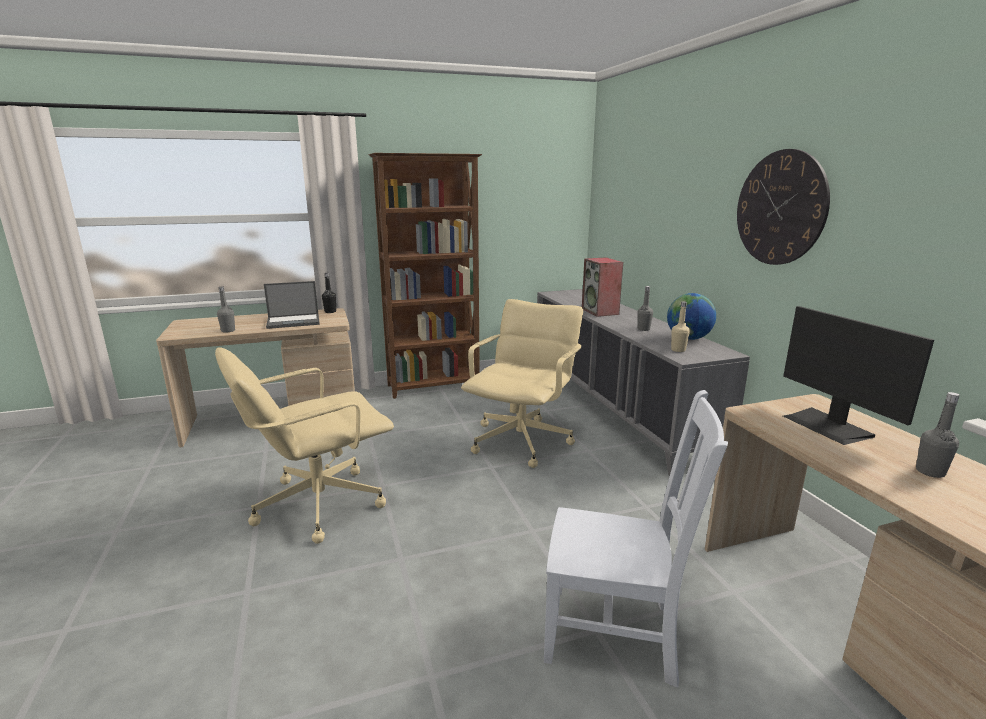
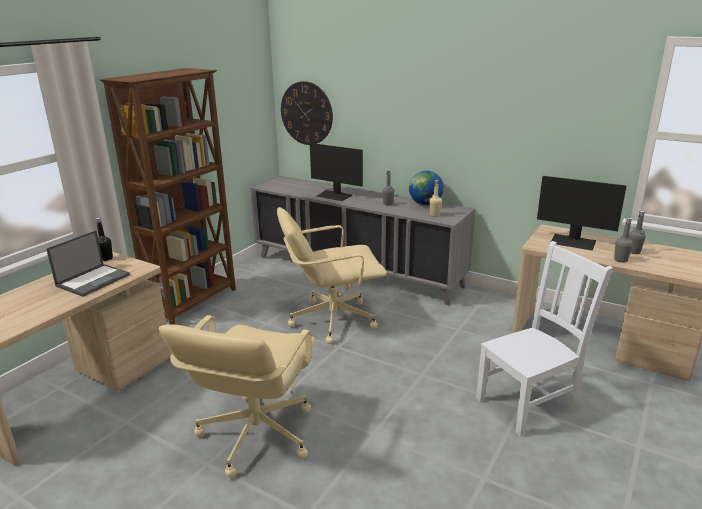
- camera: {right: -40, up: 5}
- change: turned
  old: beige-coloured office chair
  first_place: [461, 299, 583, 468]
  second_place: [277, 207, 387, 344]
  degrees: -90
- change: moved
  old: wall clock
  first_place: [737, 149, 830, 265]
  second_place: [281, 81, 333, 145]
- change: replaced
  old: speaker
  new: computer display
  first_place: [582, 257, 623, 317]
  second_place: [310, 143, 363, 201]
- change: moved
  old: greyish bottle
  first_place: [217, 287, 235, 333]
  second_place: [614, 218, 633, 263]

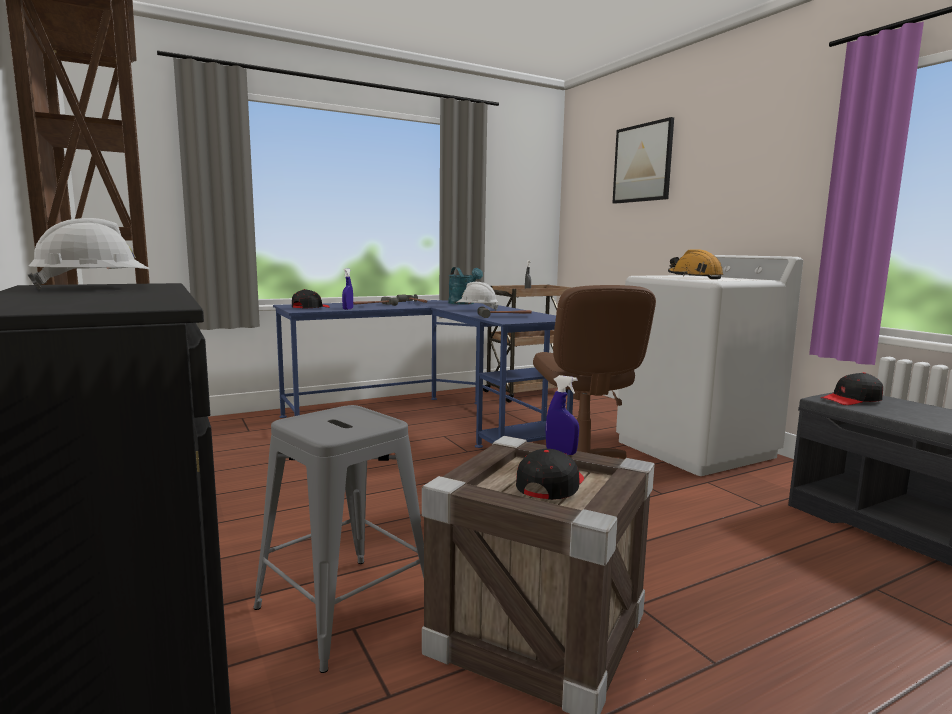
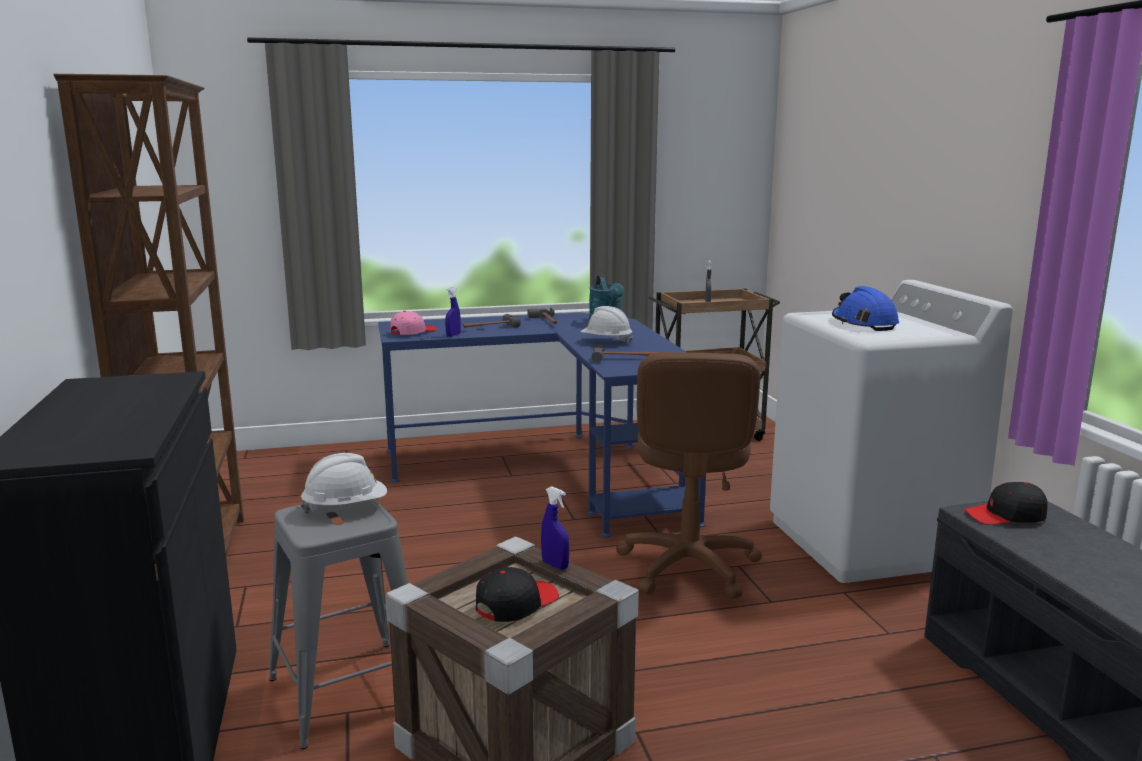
- camera: {right: 15, up: 5}
- change: moved
  old: whitish hard hat
  first_place: [28, 218, 150, 289]
  second_place: [300, 453, 387, 514]
- change: recoloured
  old: black peaked cap
  new: pink-coloured peaked cap
  first_place: [292, 289, 329, 308]
  second_place: [390, 311, 436, 335]
- change: recoloured
  old: orange hard hat
  new: bluish hard hat
  first_place: [668, 249, 723, 279]
  second_place: [832, 286, 899, 331]
- change: removed
  old: wall art
  first_place: [612, 117, 674, 204]

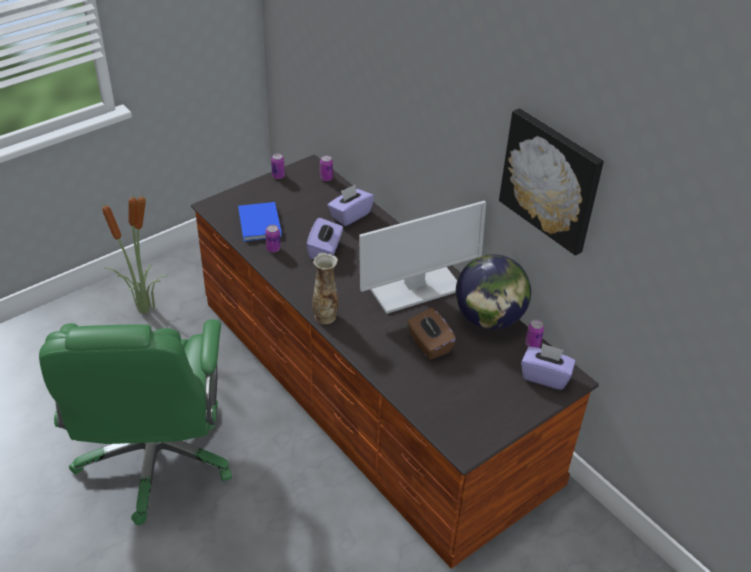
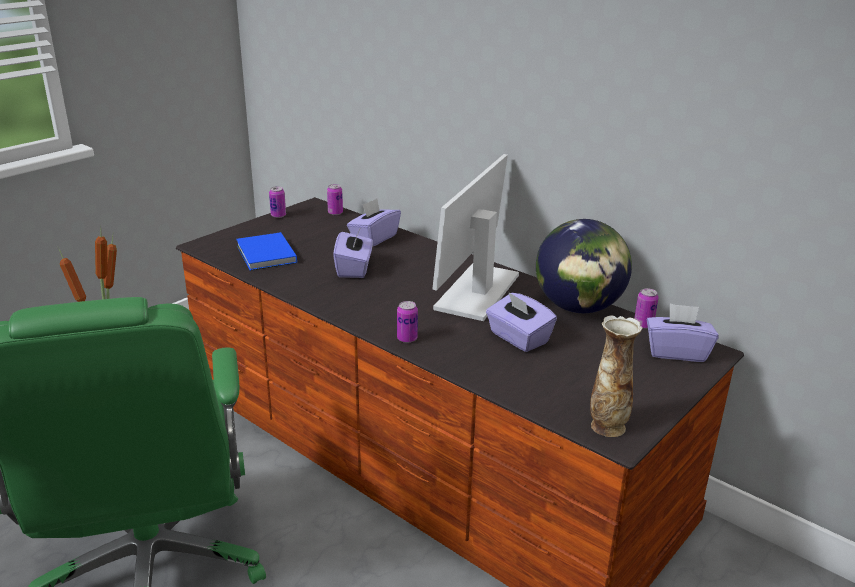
- camera: {right: -10, up: -15}
- change: moved
  old: metal can
  first_place: [265, 225, 281, 252]
  second_place: [397, 301, 418, 343]
- change: turned
  old: computer display
  first_place: [359, 200, 486, 314]
  second_place: [432, 154, 519, 321]
  degrees: 150
- change: recoloured
  old: brown tissue holder
  new: purplish tissue holder
  first_place: [407, 308, 456, 360]
  second_place: [486, 292, 557, 352]
- change: moved
  old: decorative vase
  first_place: [312, 253, 338, 324]
  second_place: [590, 316, 643, 437]
- change: removed
  old: wall art
  first_place: [499, 108, 604, 256]

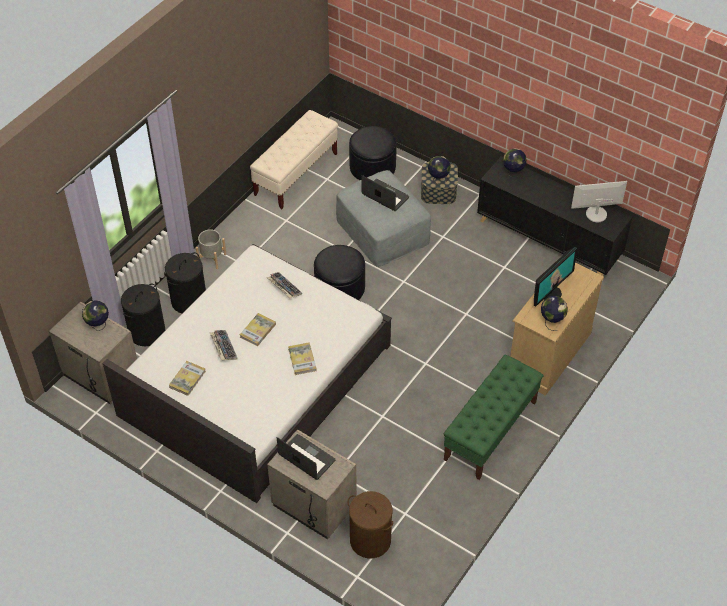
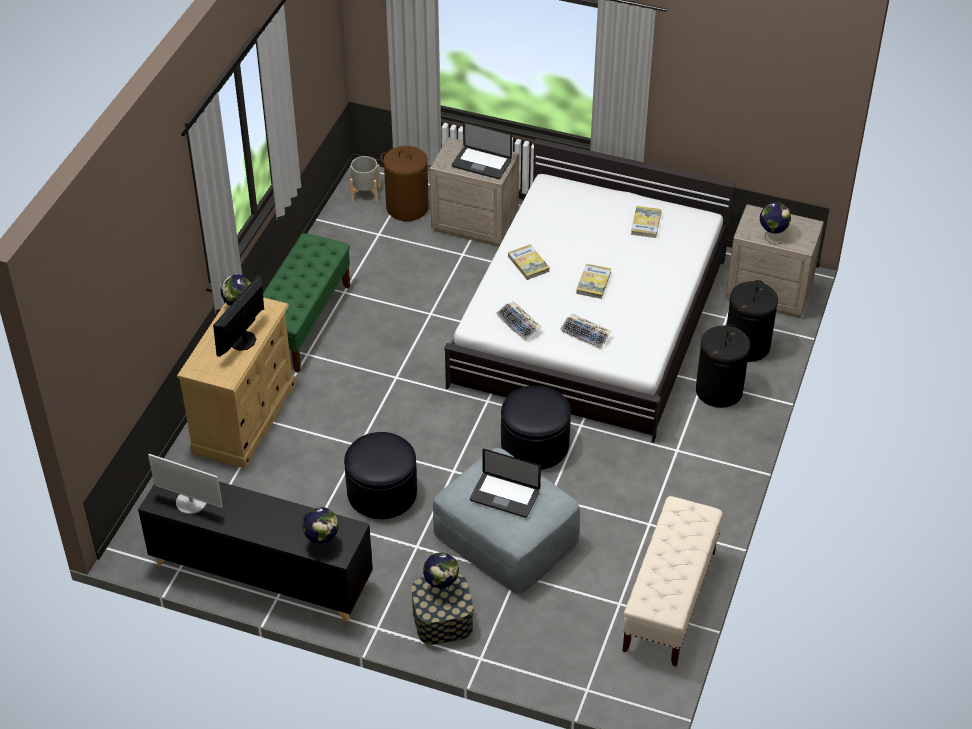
- camera: {right: 165, up: -5}
- change: turned
  old: computer display
  first_place: [571, 181, 627, 222]
  second_place: [148, 454, 223, 514]
  degrees: 45
- change: moved
  old: black pouffe
  first_place: [349, 126, 397, 180]
  second_place: [344, 432, 417, 519]
- change: moved
  old: greyish flower pot
  first_place: [196, 229, 226, 269]
  second_place: [350, 156, 381, 203]
- change: moved
  old: PC keyboard
  first_place: [210, 330, 237, 360]
  second_place: [497, 301, 541, 341]

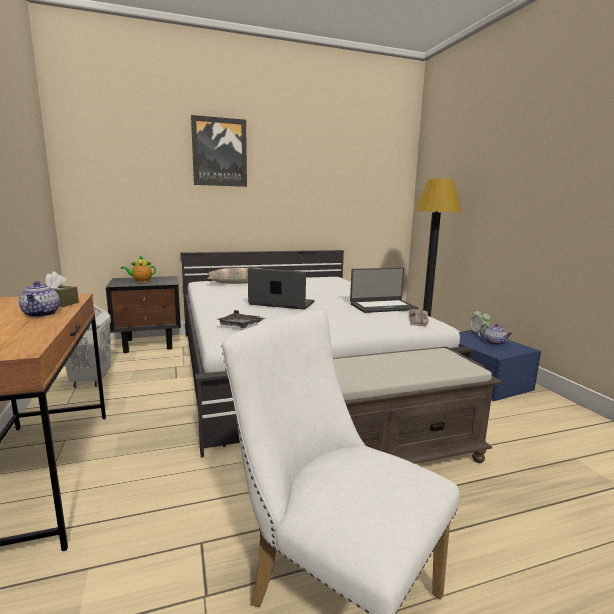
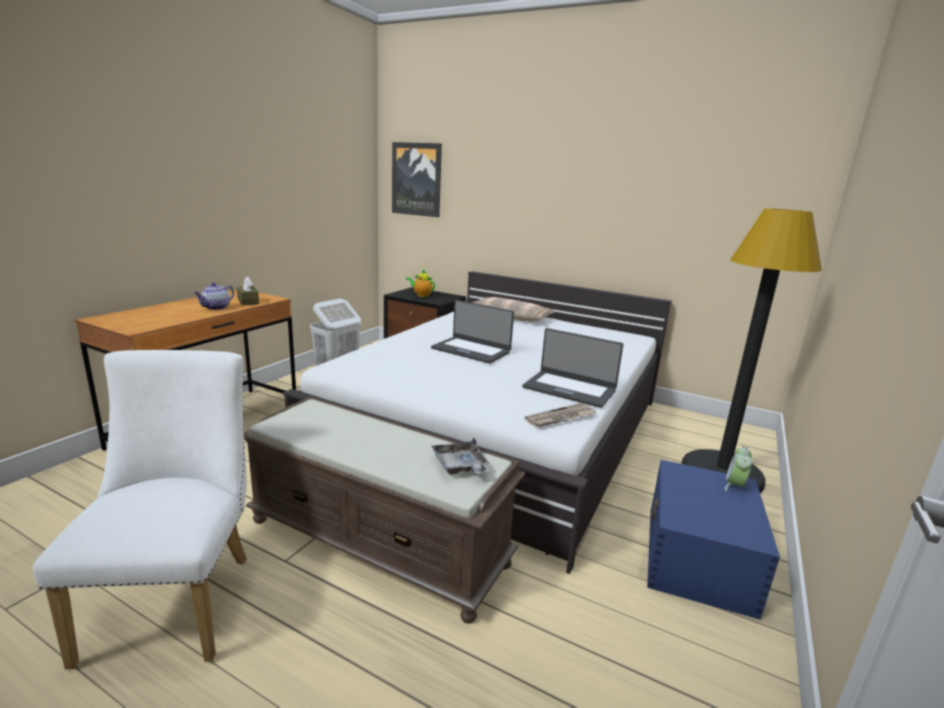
- camera: {right: 45, up: 5}
- change: moved
  old: wall art
  first_place: [191, 115, 247, 187]
  second_place: [392, 142, 442, 217]
- change: turned
  old: portable computer
  first_place: [248, 268, 314, 310]
  second_place: [431, 300, 514, 363]
  degrees: 150
- change: moved
  old: greyish carrying tray
  first_place: [217, 310, 266, 328]
  second_place: [431, 437, 491, 475]
- change: removed
  old: pot for tea
  first_place: [481, 324, 512, 345]

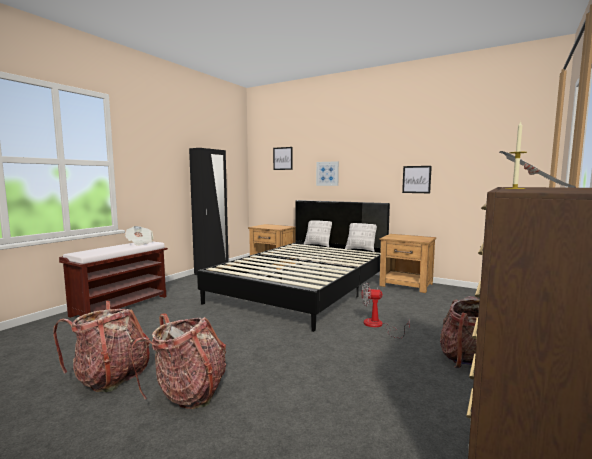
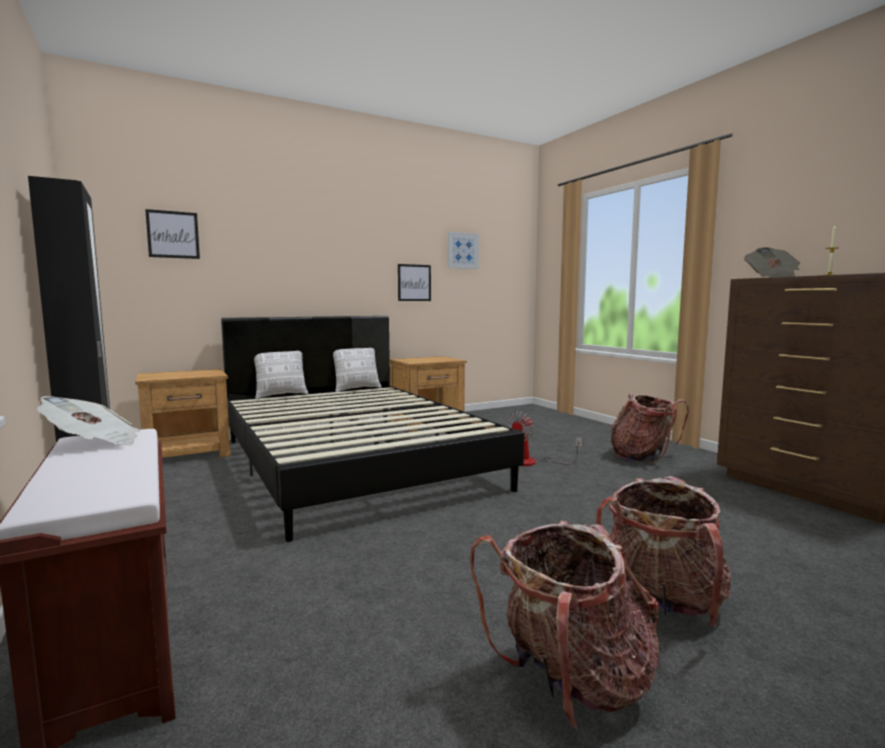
- camera: {right: -60, up: 0}
- change: moved
  old: wall art
  first_place: [316, 161, 339, 186]
  second_place: [448, 232, 479, 269]

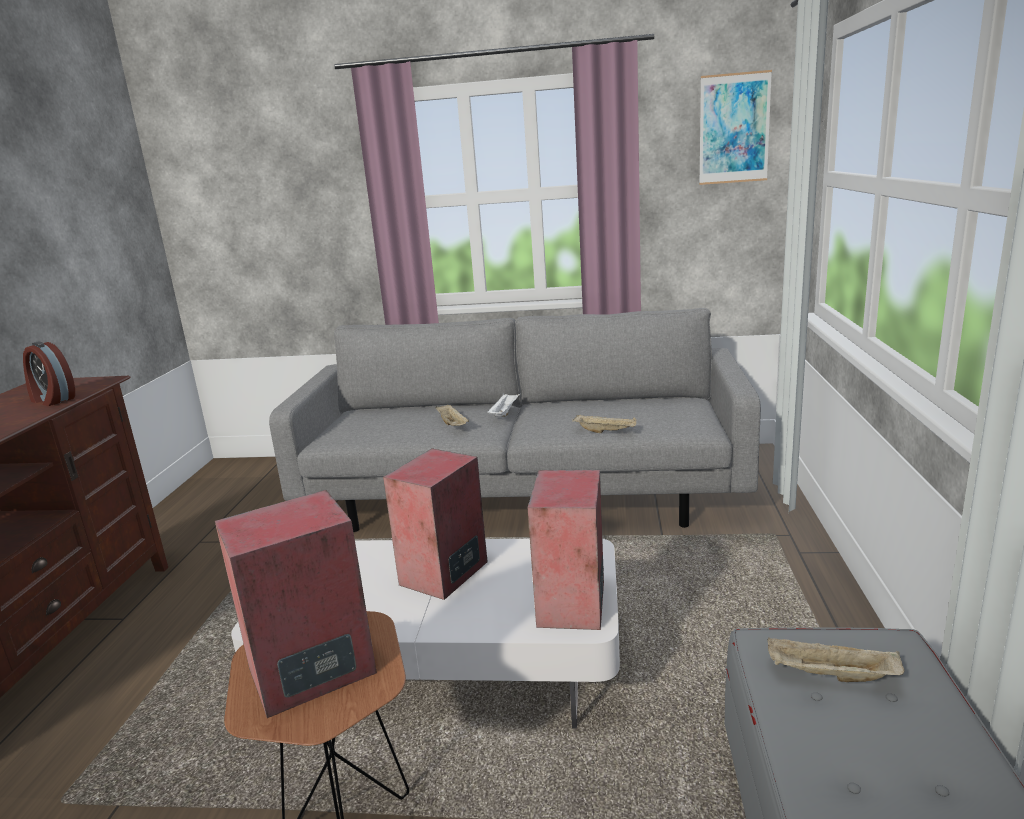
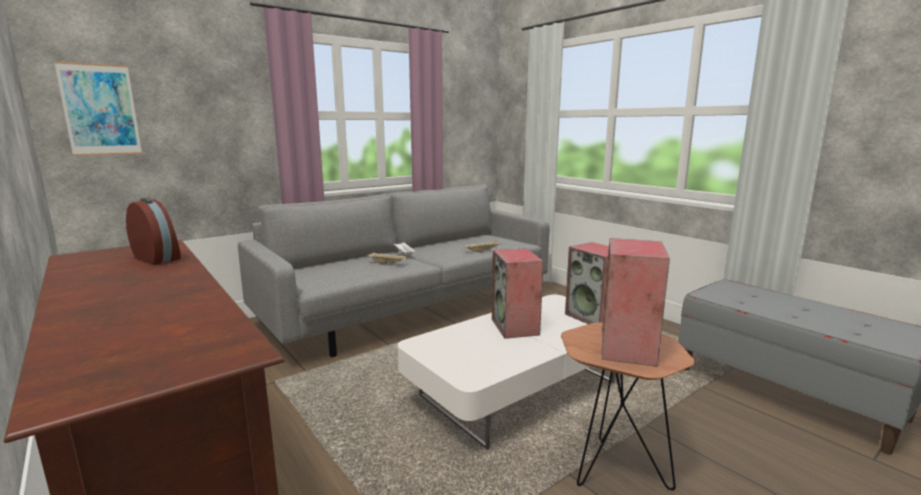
- camera: {right: -45, up: -5}
- change: moved
  old: wall art
  first_place: [699, 70, 772, 185]
  second_place: [54, 61, 142, 156]
- change: turned
  old: bedside clock
  first_place: [23, 342, 75, 406]
  second_place: [126, 198, 181, 265]
  degrees: -135
- change: removed
  old: beige-coloured carrying tray
  first_place: [767, 638, 904, 682]

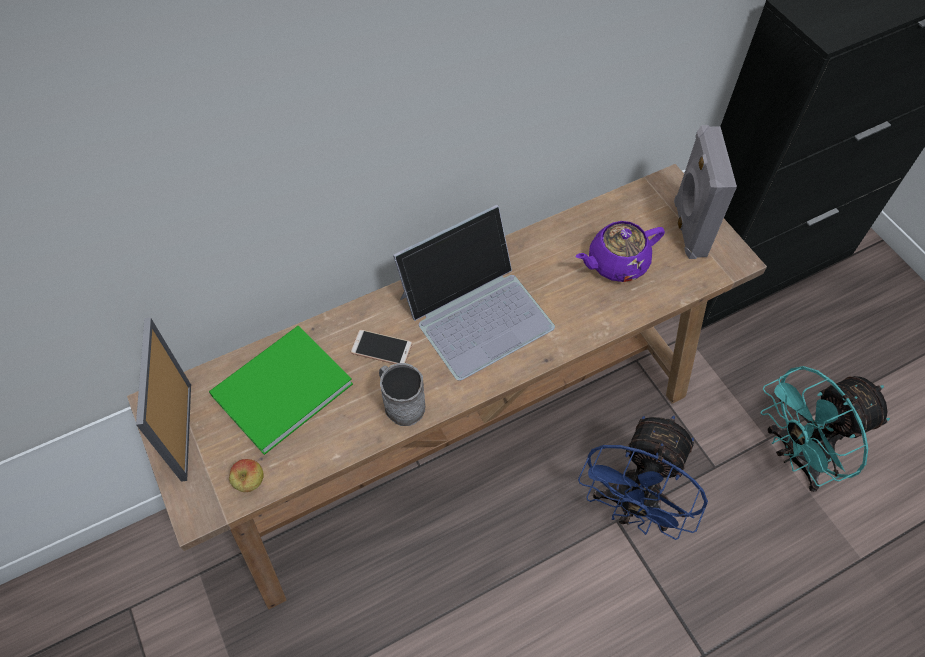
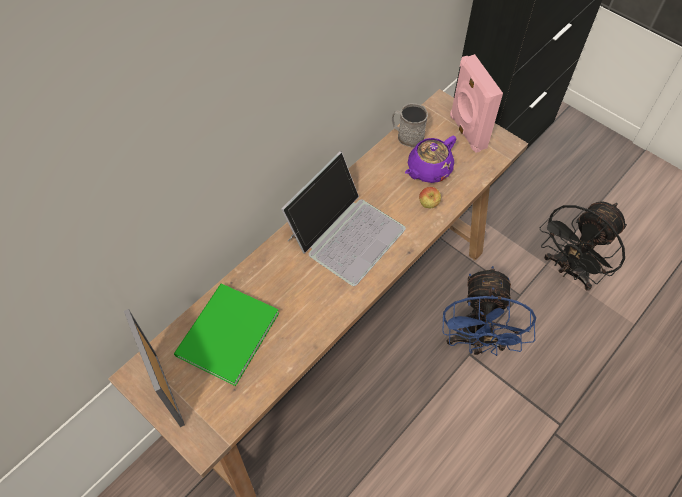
- camera: {right: -20, up: 0}
- change: moved
  old: greyish coffee mug
  first_place: [379, 363, 425, 426]
  second_place: [392, 103, 428, 148]
- change: moved
  old: apple fruit
  first_place: [229, 459, 264, 492]
  second_place: [419, 187, 441, 208]
- change: recoloured
  old: greyish speaker
  new: pink-coloured speaker
  first_place: [674, 125, 737, 259]
  second_place: [450, 54, 503, 153]
- change: recoloured
  old: turquoise-coloured electric fan
  new: black electric fan
  first_place: [761, 366, 890, 492]
  second_place: [540, 201, 627, 290]
- change: removed
  old: telephone
  first_place: [351, 330, 413, 364]

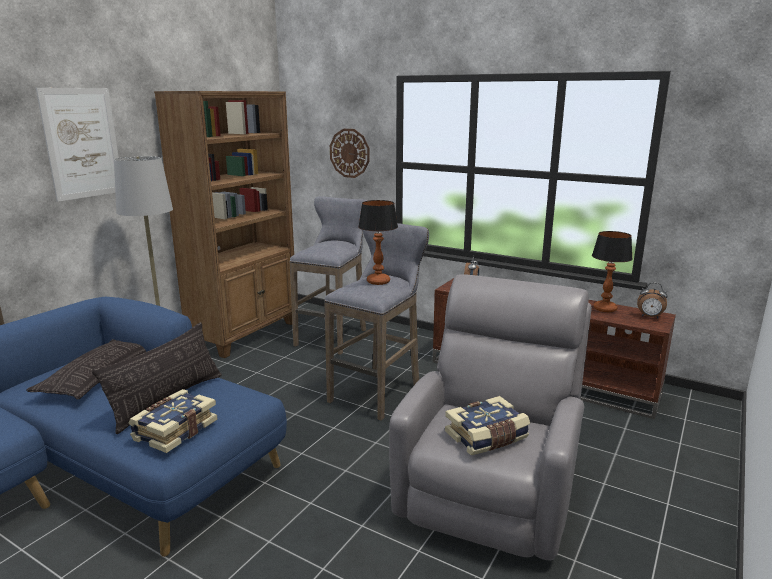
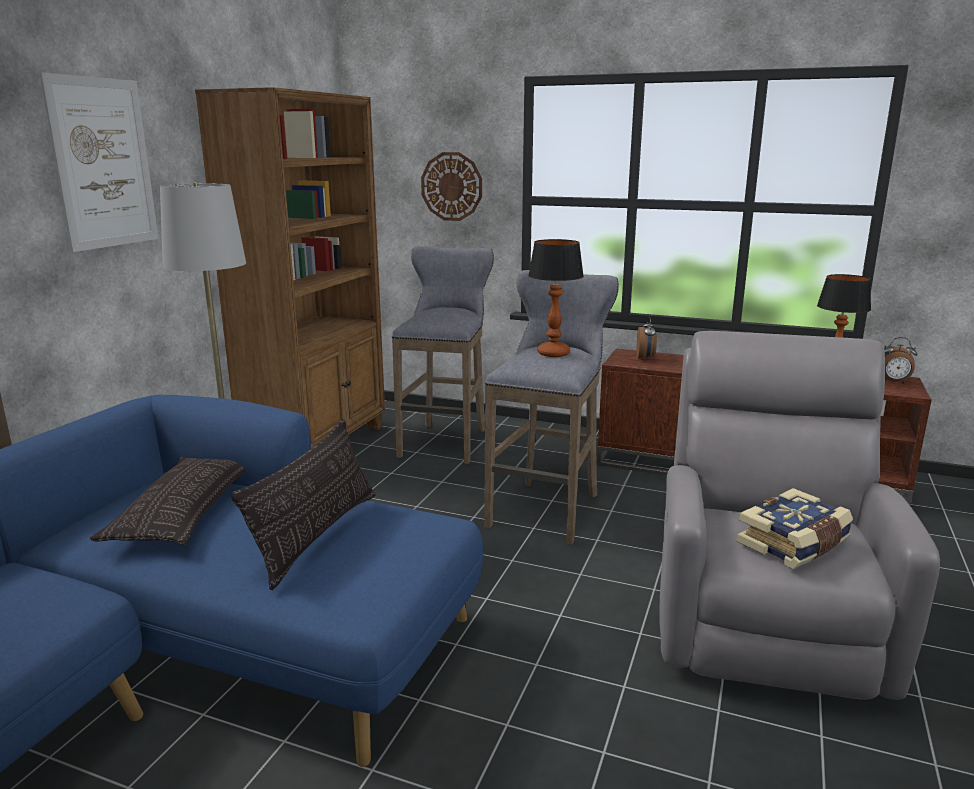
- camera: {right: -10, up: 0}
- change: removed
  old: volume
  first_place: [129, 389, 217, 453]

